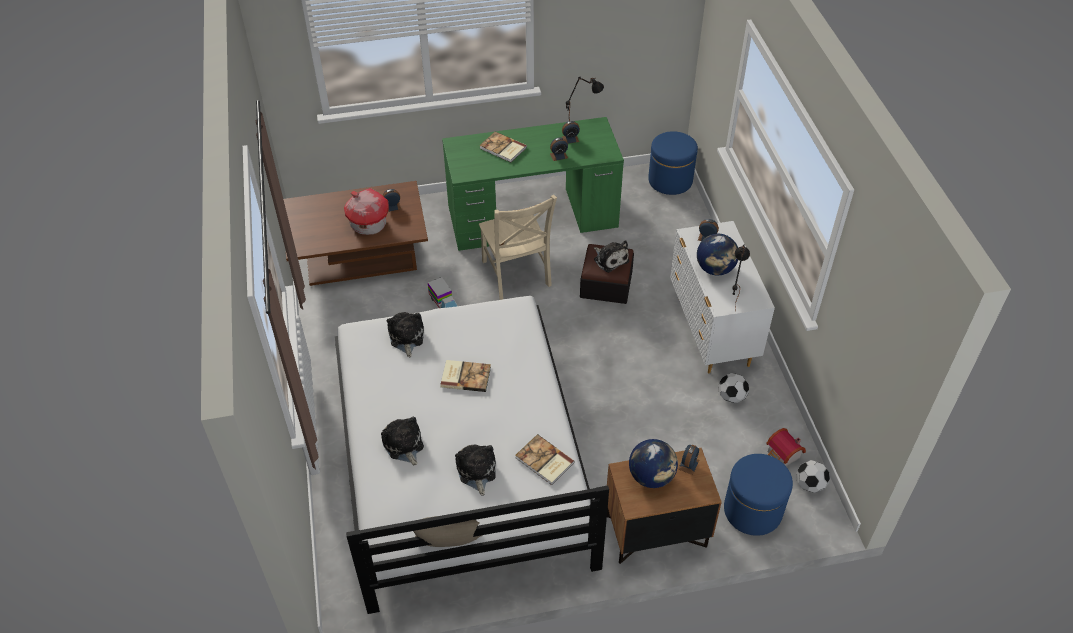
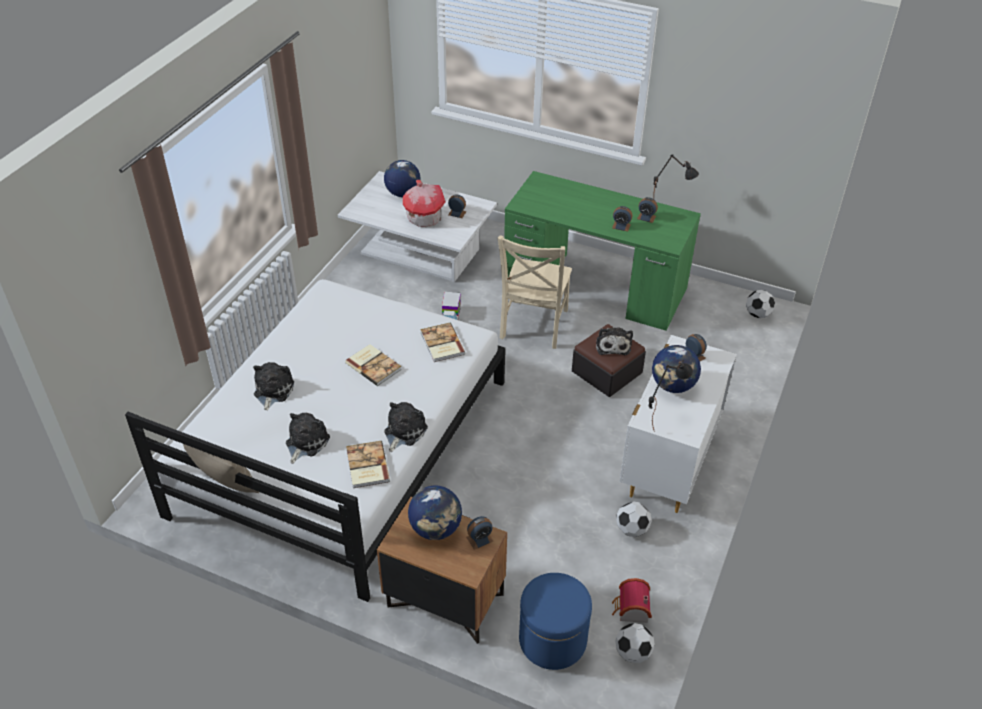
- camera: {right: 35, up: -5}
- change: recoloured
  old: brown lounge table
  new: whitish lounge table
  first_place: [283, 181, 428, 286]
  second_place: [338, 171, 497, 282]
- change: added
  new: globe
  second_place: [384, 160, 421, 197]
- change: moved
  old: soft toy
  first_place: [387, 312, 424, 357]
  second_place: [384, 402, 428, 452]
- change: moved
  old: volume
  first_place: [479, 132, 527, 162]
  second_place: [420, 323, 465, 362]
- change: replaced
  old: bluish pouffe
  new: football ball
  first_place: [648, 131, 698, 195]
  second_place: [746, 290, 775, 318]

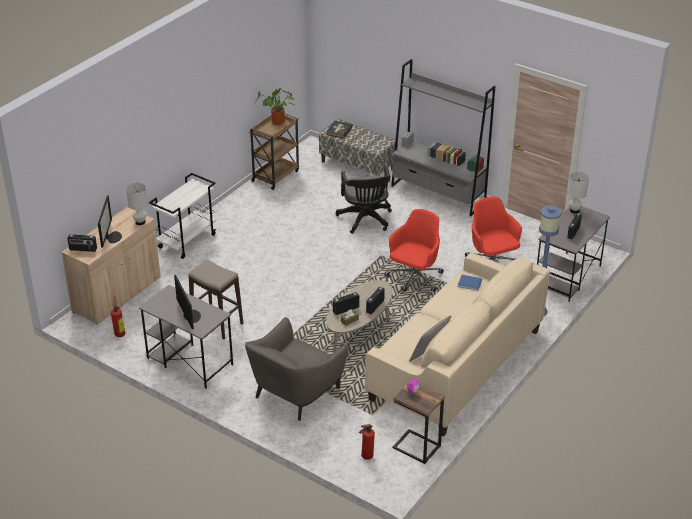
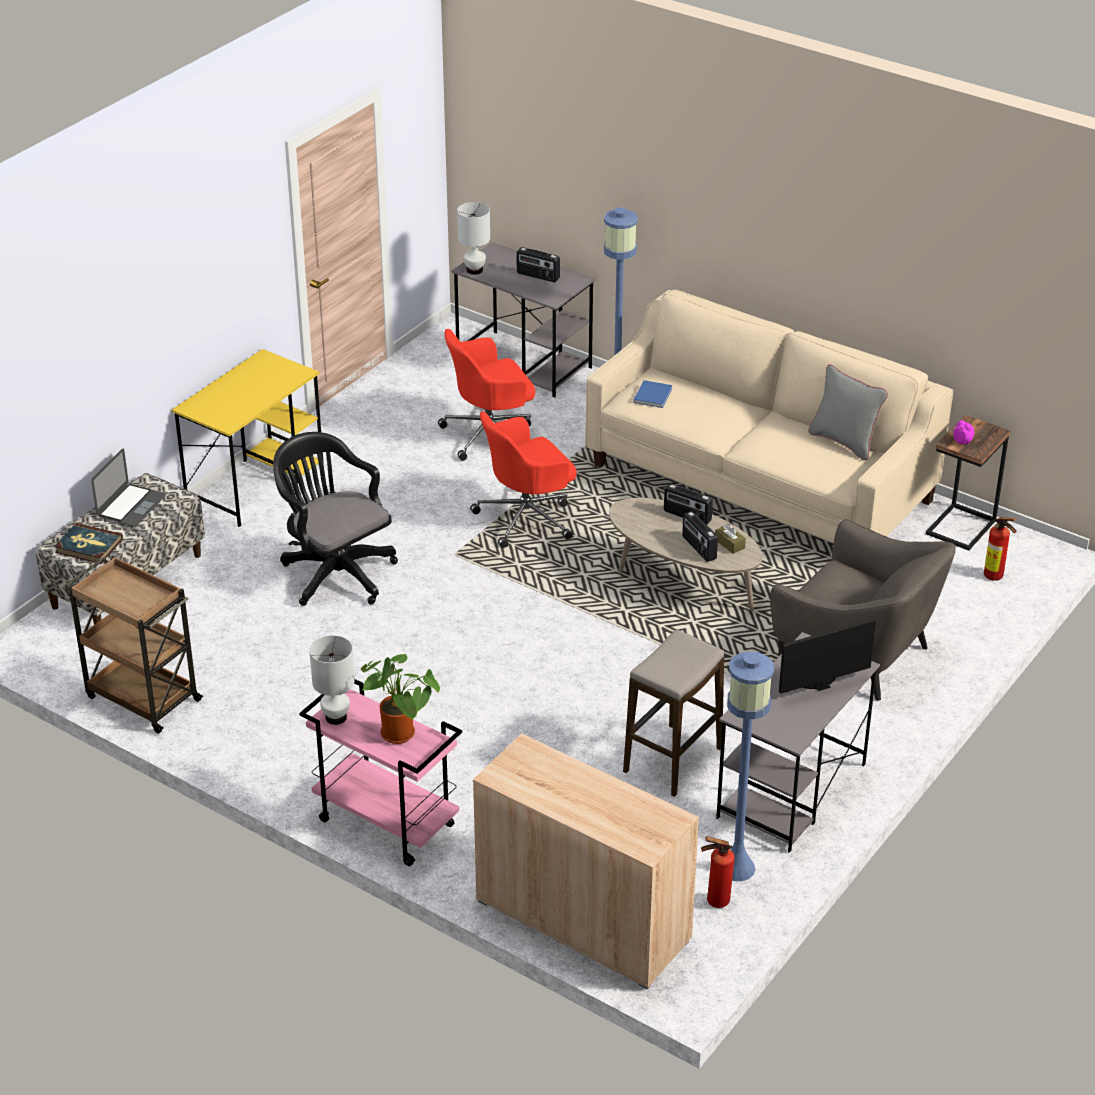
- camera: {right: -90, up: 0}
- change: added
  new: portable computer
  second_place: [91, 448, 166, 526]
- change: replaced
  old: greyish bookshelf
  new: yellow-coloured desk table
  first_place: [391, 59, 495, 217]
  second_place: [171, 349, 324, 527]
- change: turned
  old: black office chair
  first_place: [336, 167, 392, 234]
  second_place: [273, 432, 398, 606]
  degrees: -120
- change: recoloured
  old: whitish wheeled cart
  new: pink-coloured wheeled cart
  first_place: [149, 173, 216, 259]
  second_place: [299, 679, 462, 866]
- change: moved
  old: whitish table lamp
  first_place: [126, 183, 148, 225]
  second_place: [309, 635, 355, 725]
- change: moved
  old: plant in a pot
  first_place: [255, 88, 296, 125]
  second_place: [361, 654, 440, 744]
- change: turned
  old: red office chair
  first_place: [384, 209, 444, 292]
  second_place: [470, 411, 577, 548]
  degrees: -60
- change: added
  new: bluish standing lamp
  second_place: [727, 651, 774, 881]
- change: removed
  old: radio
  first_place: [67, 234, 97, 252]
- change: removed
  old: computer display
  first_place: [98, 196, 122, 247]

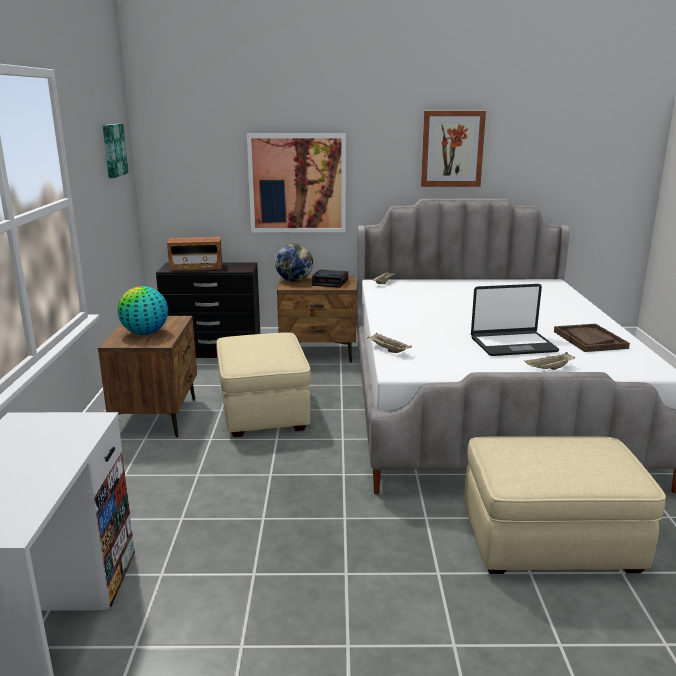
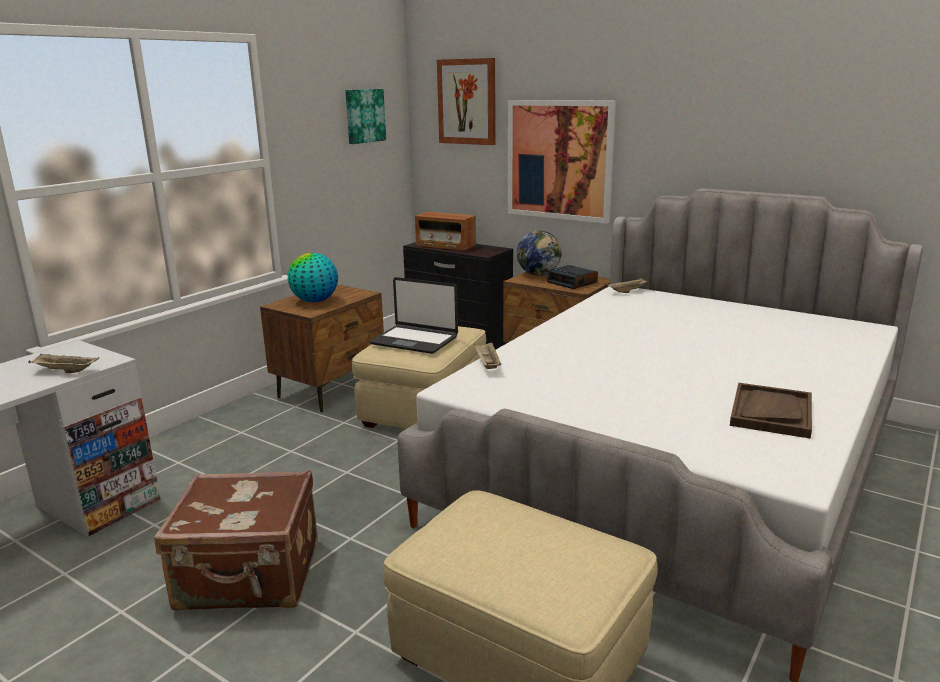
- camera: {right: 35, up: 0}
- change: moved
  old: beige-coloured carrying tray
  first_place: [524, 352, 575, 370]
  second_place: [28, 353, 99, 373]
- change: added
  new: brown suitcase
  second_place: [154, 470, 317, 611]
- change: moved
  old: portable computer
  first_place: [471, 284, 559, 356]
  second_place: [369, 277, 458, 354]
- change: moved
  old: wall art
  first_place: [421, 111, 486, 187]
  second_place: [437, 58, 496, 145]

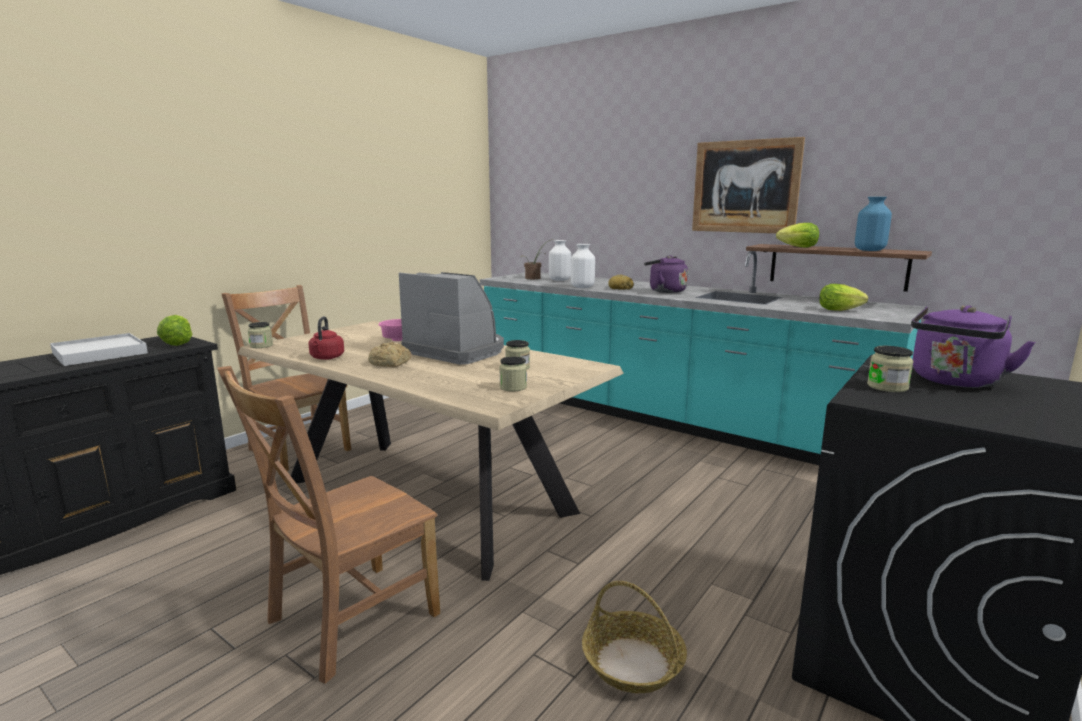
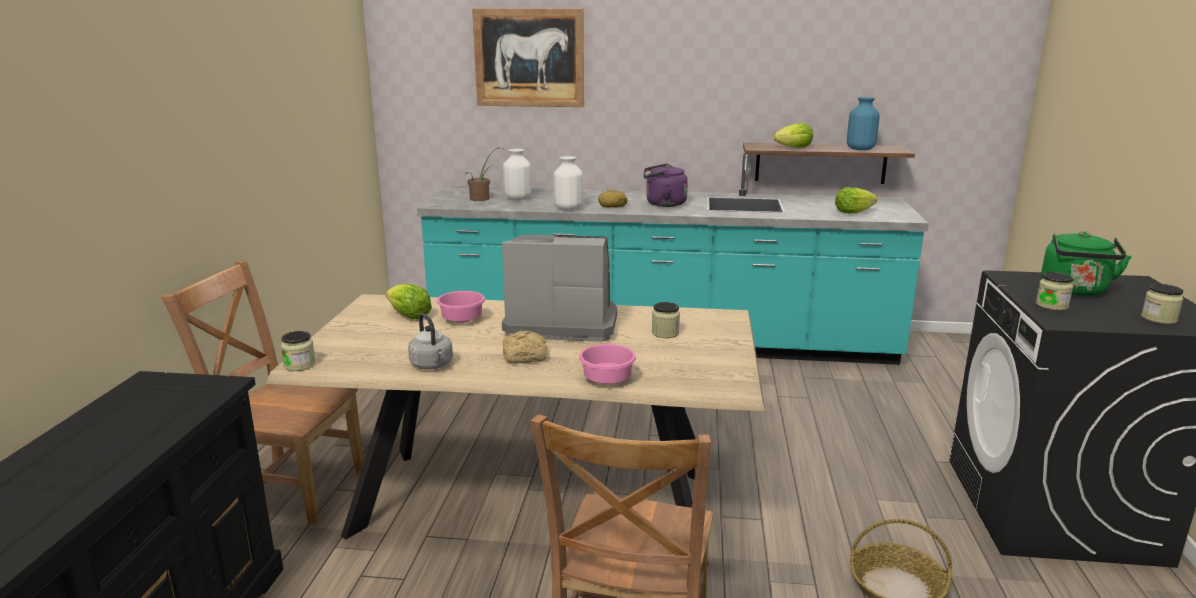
- camera: {right: -30, up: 5}
- change: moved
  old: head of lettuce
  first_place: [157, 315, 192, 346]
  second_place: [386, 284, 432, 320]
- change: recoloured
  old: red water kettle
  new: greyish water kettle
  first_place: [308, 316, 344, 360]
  second_place: [408, 313, 453, 369]
- change: moved
  old: wall art
  first_place: [692, 137, 805, 233]
  second_place: [472, 8, 584, 107]
- change: added
  new: pink-coloured bowl
  second_place: [579, 344, 636, 384]
- change: recoloured
  old: purplish water kettle
  new: greenish water kettle
  first_place: [911, 305, 1036, 388]
  second_place: [1041, 231, 1132, 296]
- change: moved
  old: jar
  first_place: [499, 356, 527, 391]
  second_place: [1141, 284, 1184, 324]
- change: removed
  old: whitish carrying tray
  first_place: [50, 333, 148, 366]

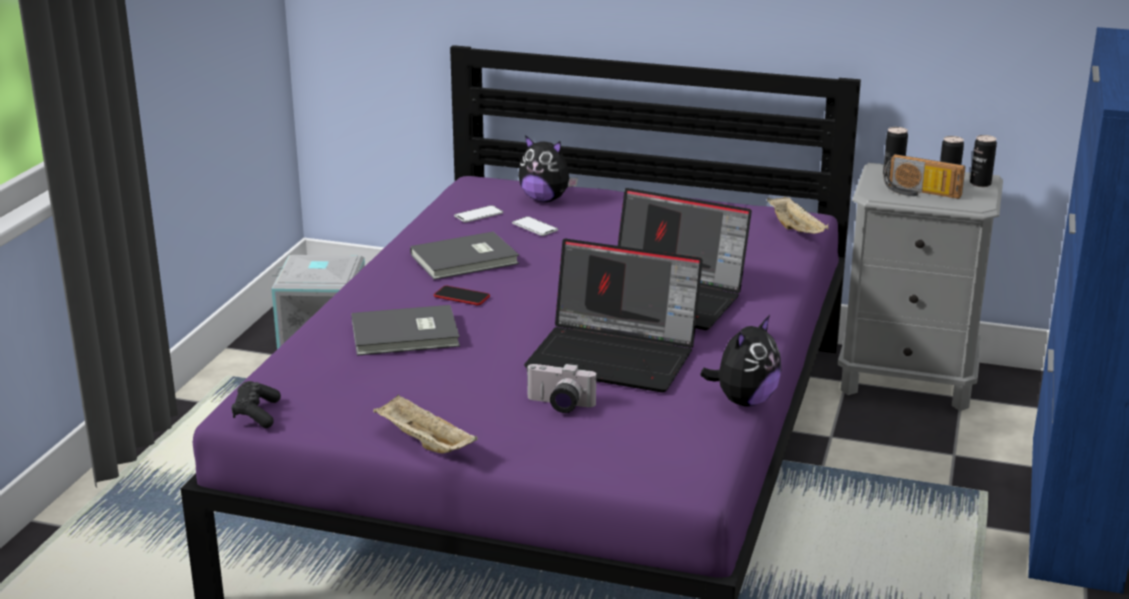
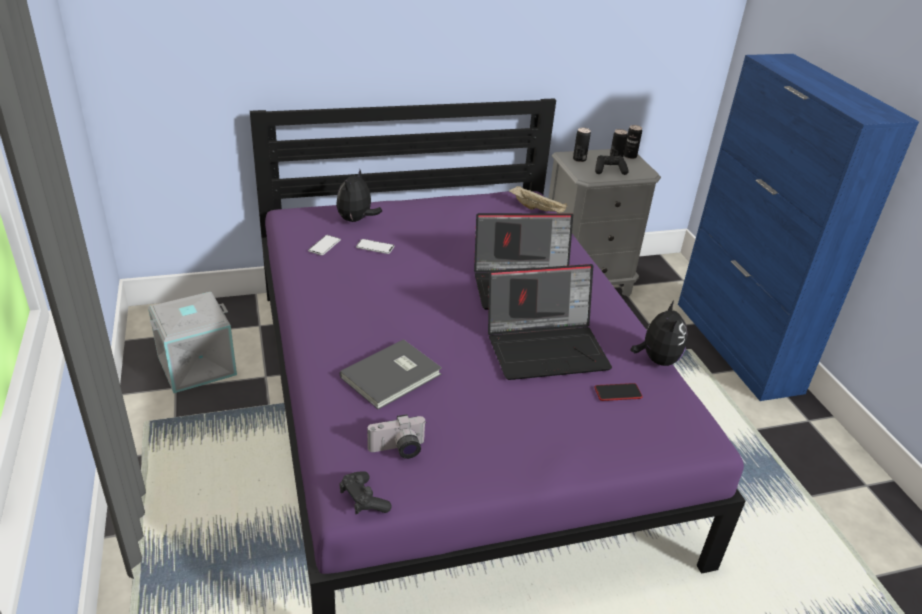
- camera: {right: -35, up: 10}
- change: turned
  old: soft toy
  first_place: [518, 135, 578, 202]
  second_place: [336, 170, 382, 222]
  degrees: 120
- change: moved
  old: photo camera
  first_place: [526, 363, 597, 413]
  second_place: [367, 414, 427, 459]
- change: moved
  old: telephone
  first_place: [434, 286, 490, 305]
  second_place: [594, 383, 643, 401]
- change: replaced
  old: radio
  new: black joypad
  first_place: [883, 154, 965, 199]
  second_place: [595, 155, 629, 175]
- change: removed
  old: beige-coloured carrying tray
  first_place: [373, 394, 478, 454]
- change: removed
  old: greyish volume
  first_place: [410, 231, 519, 280]

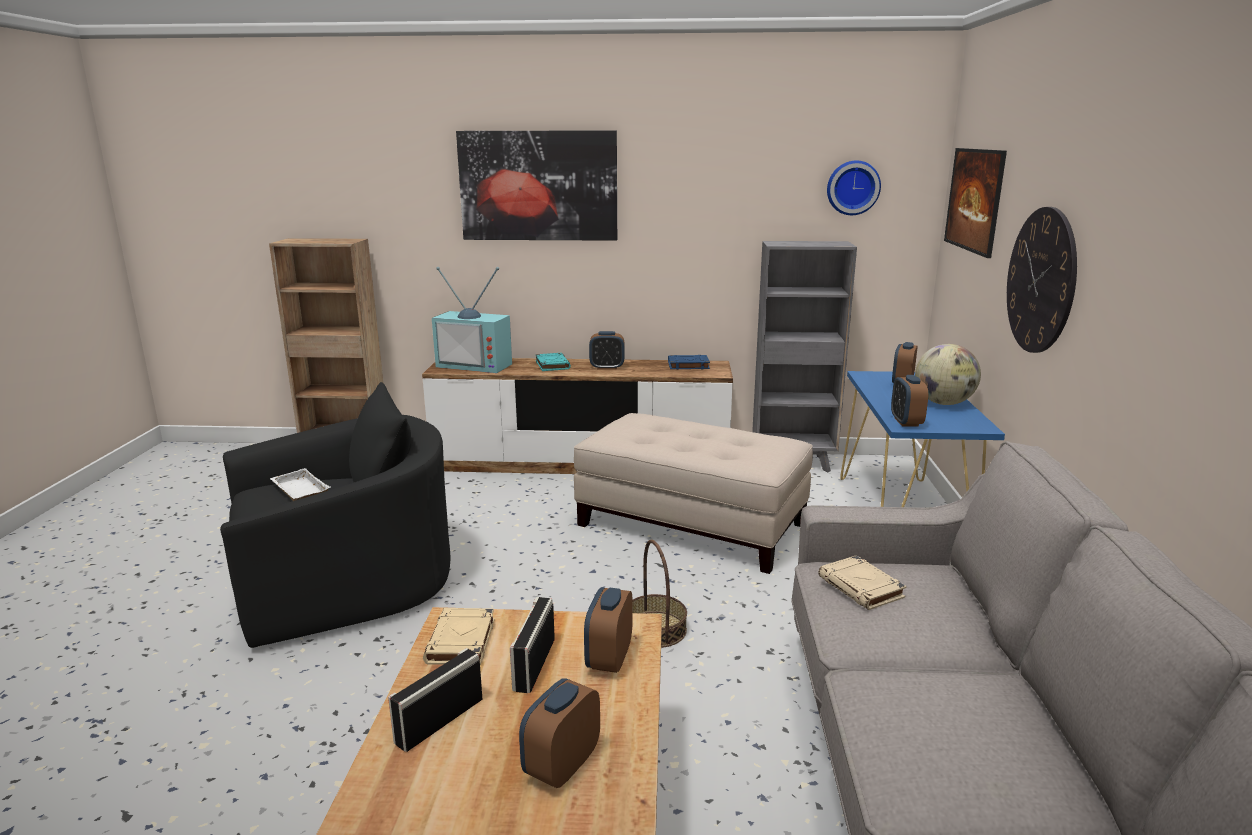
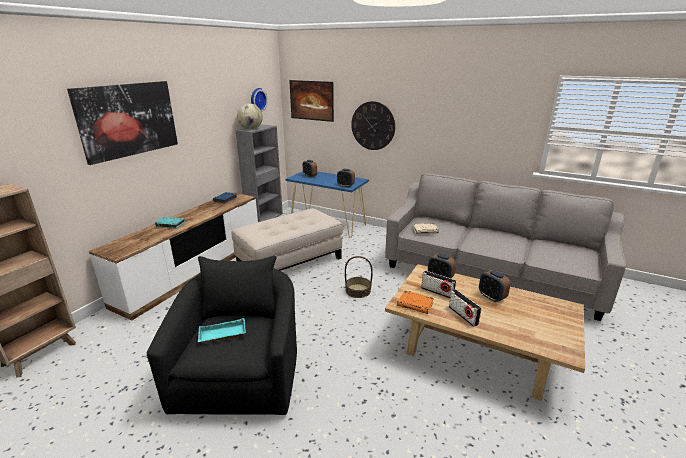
- camera: {right: -65, up: 5}
- change: recoloured
  old: whitish carrying tray
  new: turquoise-coloured carrying tray
  first_place: [270, 468, 330, 501]
  second_place: [198, 318, 246, 343]
- change: moved
  old: globe
  first_place: [915, 344, 981, 405]
  second_place: [237, 103, 263, 129]
- change: recoloured
  old: beige-coloured volume
  new: orange volume
  first_place: [423, 608, 495, 665]
  second_place: [397, 291, 434, 314]
- change: removed
  old: TV set
  first_place: [432, 267, 512, 373]
- change: removed
  old: bedside clock
  first_place: [589, 331, 625, 370]

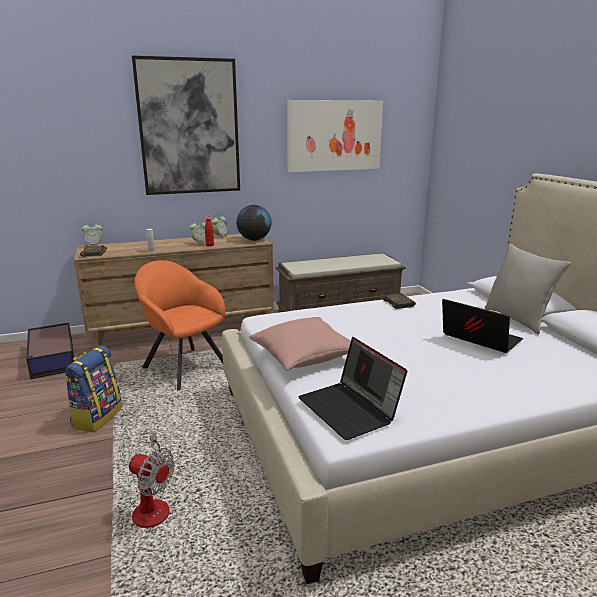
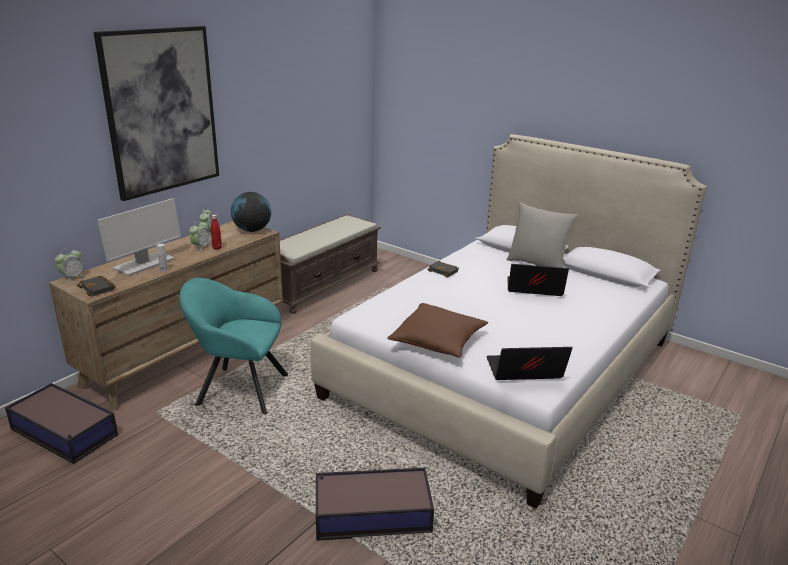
- camera: {right: -35, up: 5}
- change: added
  new: computer display
  second_place: [98, 198, 181, 276]
- change: recoloured
  old: orange easy chair
  new: turquoise-coloured easy chair
  first_place: [134, 260, 225, 391]
  second_place: [179, 278, 289, 415]
- change: replaced
  old: electric fan
  new: storage box
  first_place: [129, 432, 175, 528]
  second_place: [316, 468, 434, 541]
- change: recoloured
  old: pink-coloured cushion
  new: brown cushion
  first_place: [249, 317, 351, 371]
  second_place: [387, 303, 488, 358]
- change: turned
  old: portable computer
  first_place: [298, 337, 407, 440]
  second_place: [486, 347, 573, 380]
  degrees: 150
- change: removed
  old: backpack
  first_place: [64, 346, 122, 432]
- change: removed
  old: wall art
  first_place: [287, 100, 383, 172]

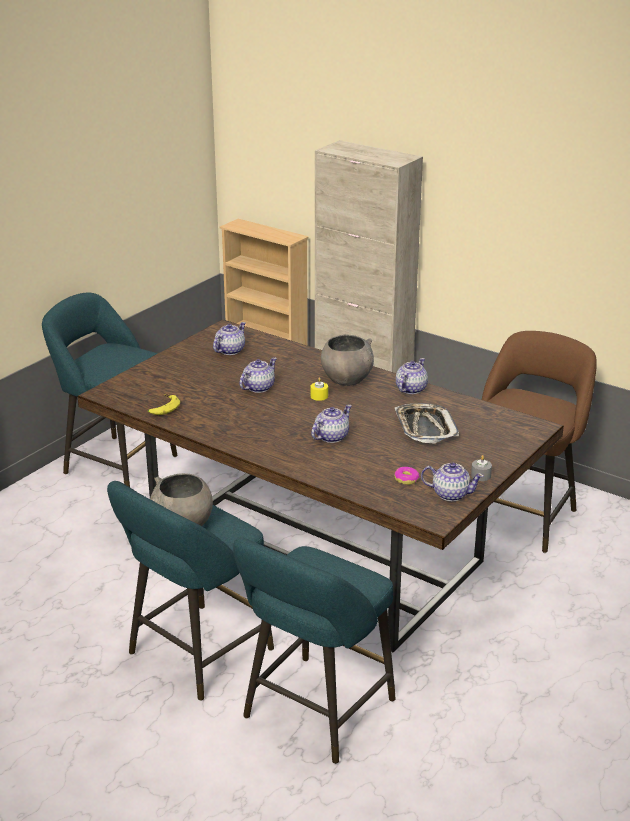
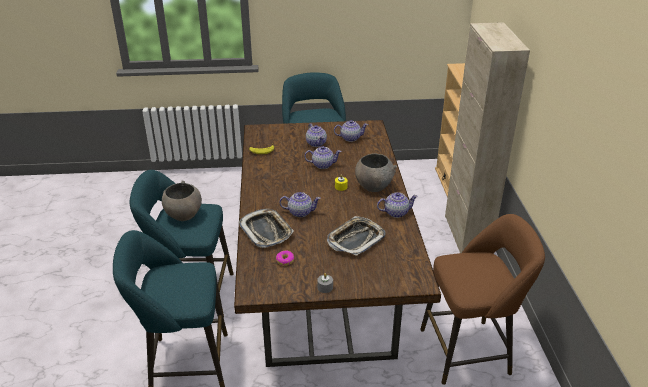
- camera: {right: 50, up: 5}
- change: added
  new: carrying tray
  second_place: [239, 209, 294, 248]
- change: moved
  old: pot for tea
  first_place: [421, 463, 484, 501]
  second_place: [306, 124, 327, 147]

